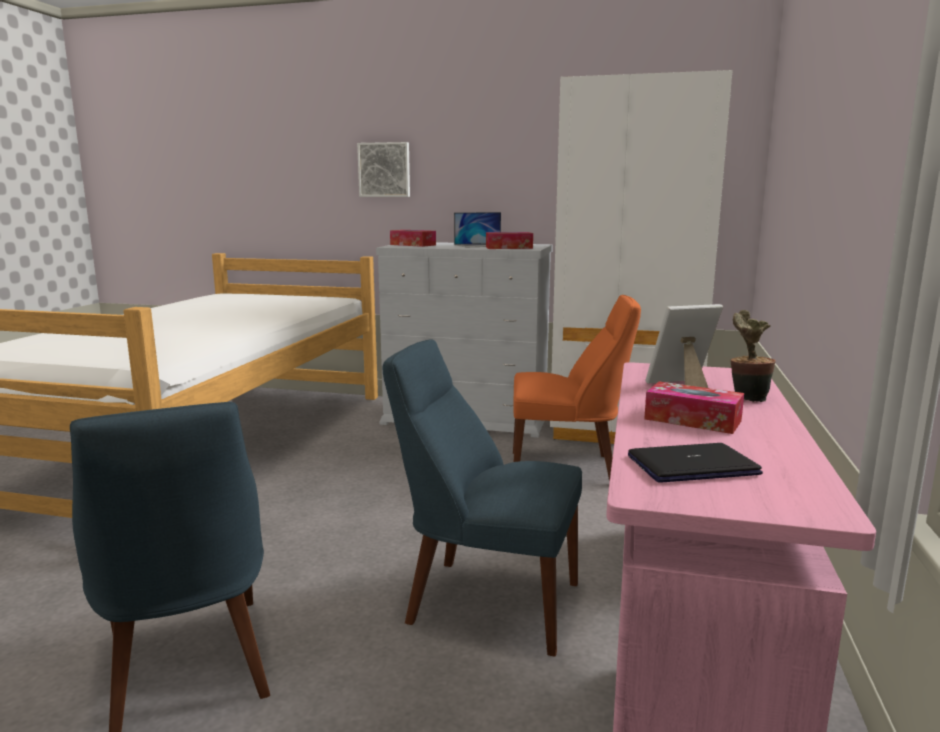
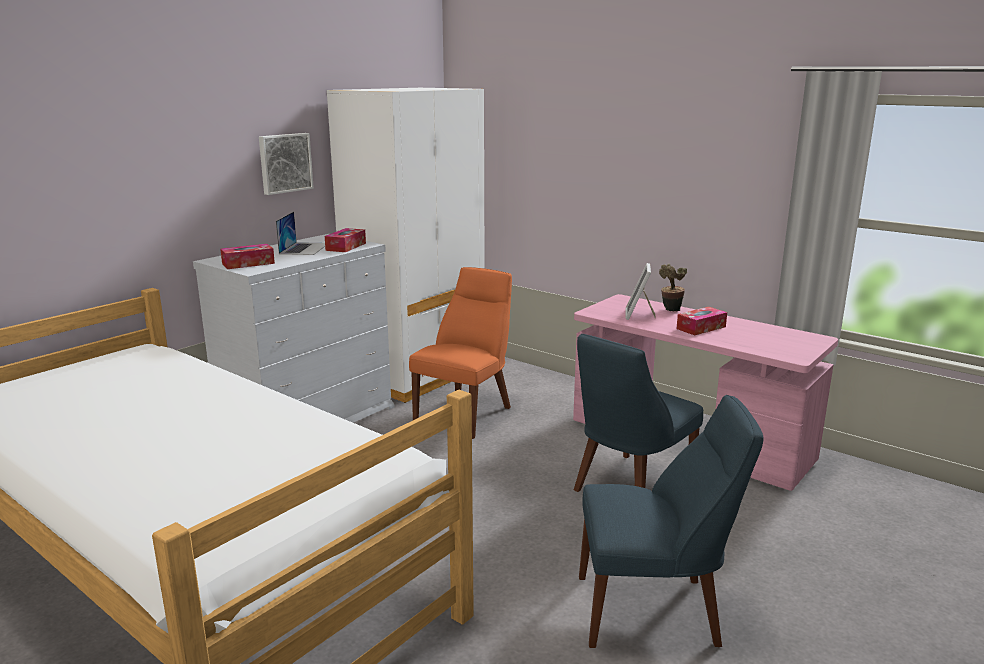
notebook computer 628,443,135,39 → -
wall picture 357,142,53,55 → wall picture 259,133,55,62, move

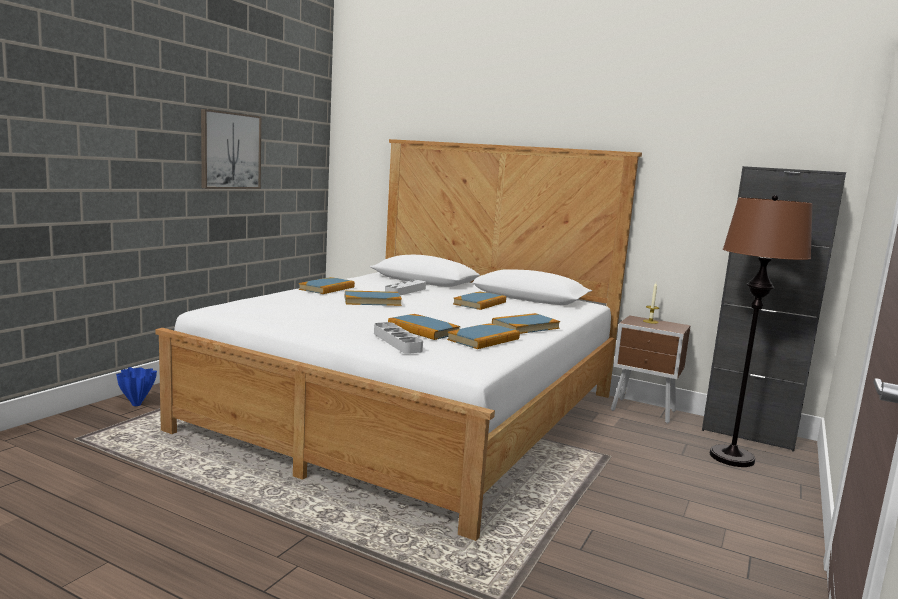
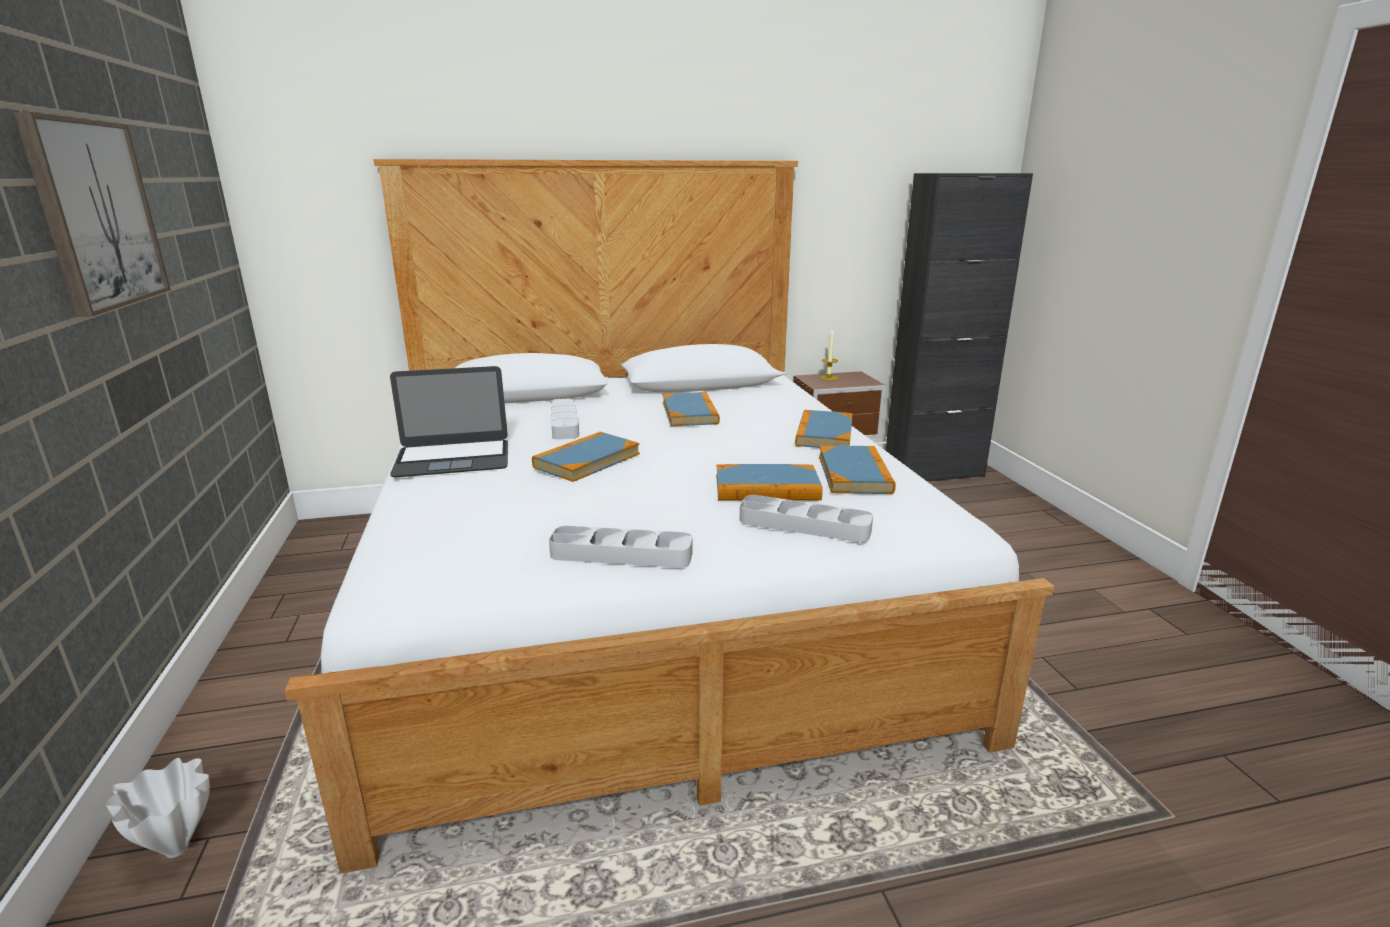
brown-coloured floor lamp 710,195,103,272 → -
- → greyish tray 549,526,144,42
volume 299,277,56,17 → notebook computer 390,366,118,111
blue-coloured decorative vase 116,367,41,39 → whitish decorative vase 105,758,105,100

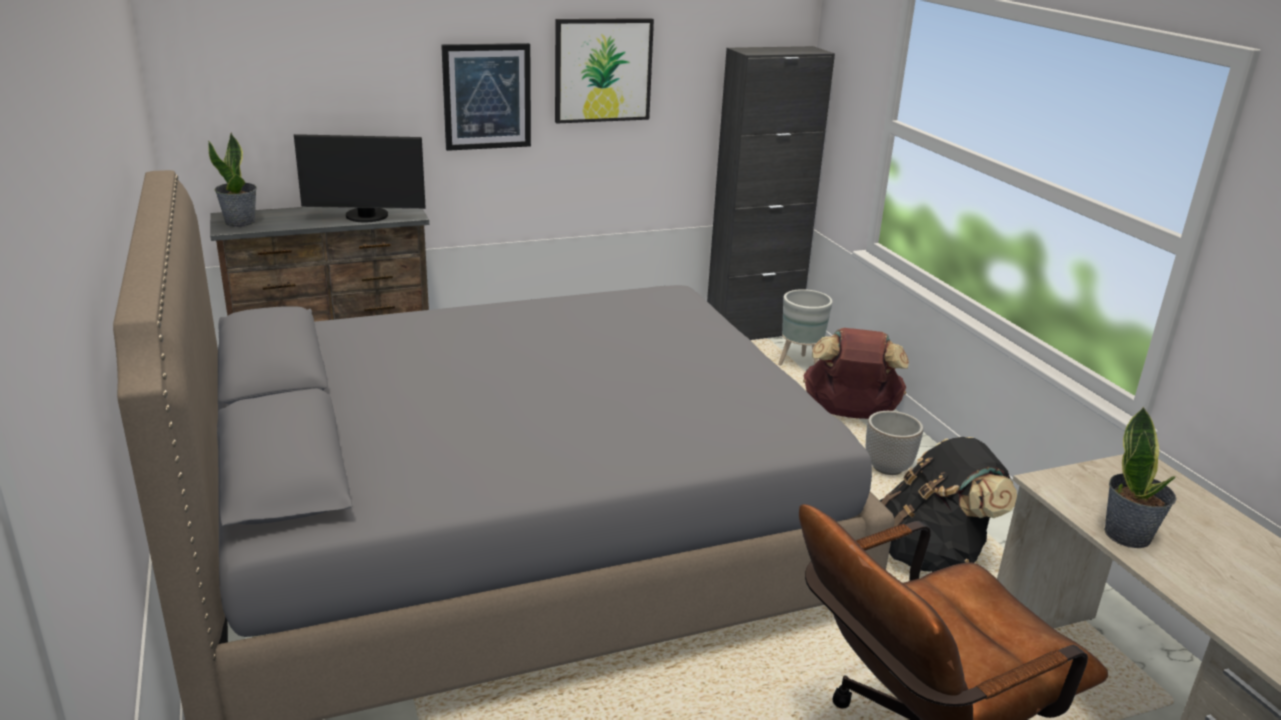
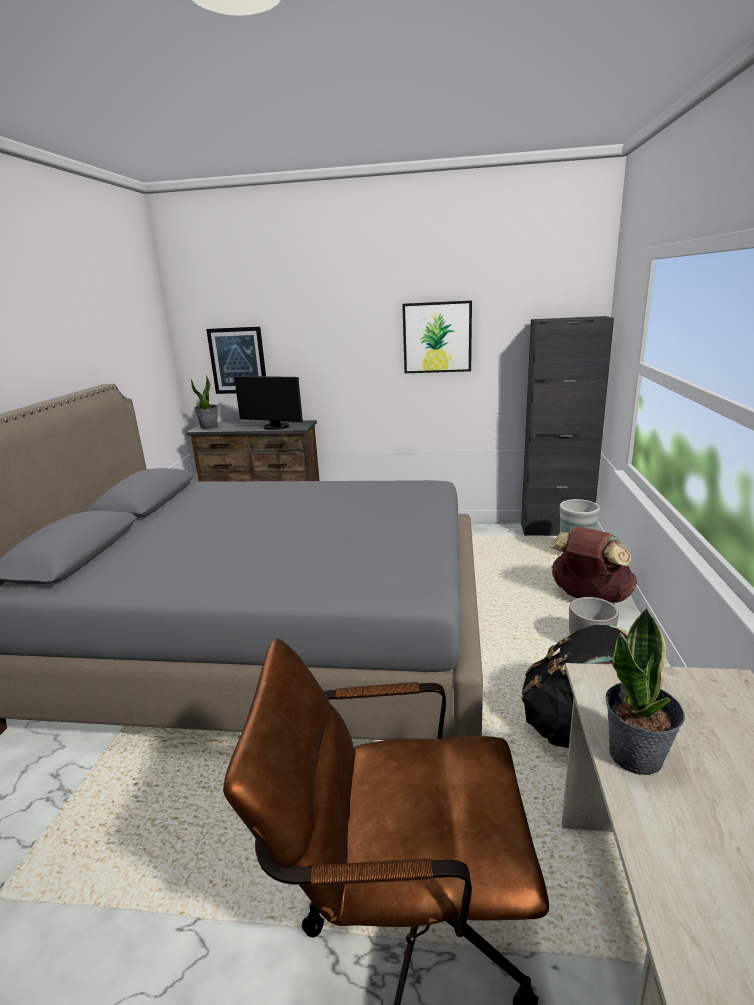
wall picture 441,43,90,108 → wall picture 206,327,60,67, move

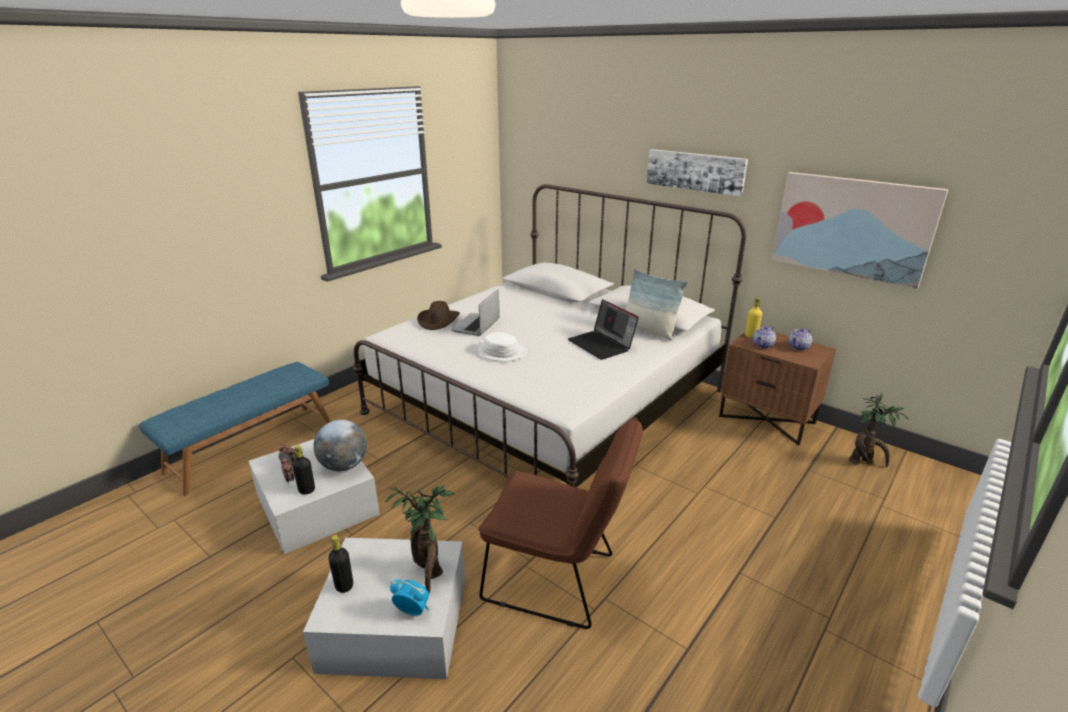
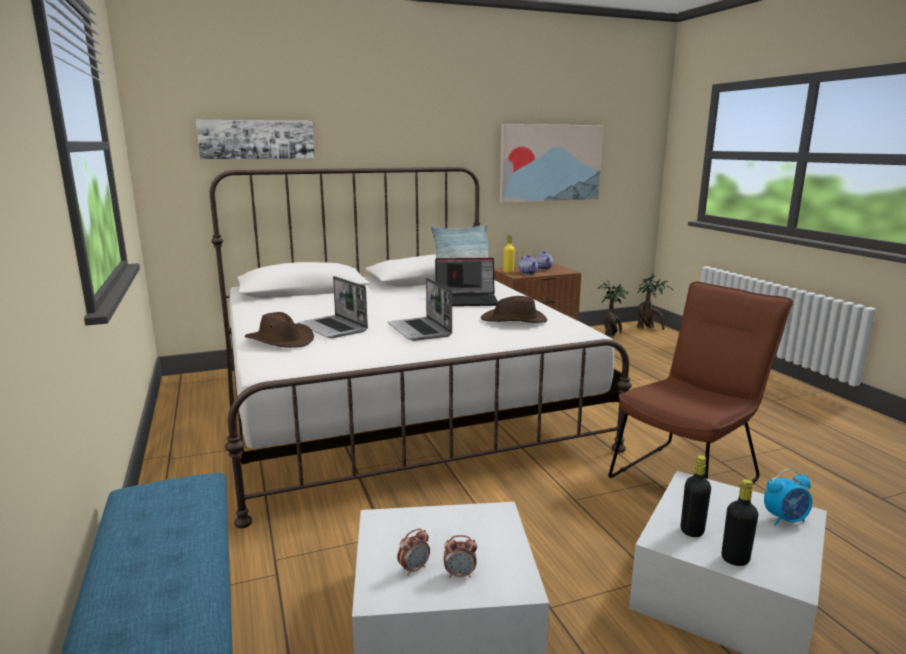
world globe 313,420,54,51 → -
- → brown-coloured hat 481,296,66,27
black-coloured bottle 292,445,23,49 → black-coloured bottle 681,455,30,82, move
houseplant 385,485,70,108 → houseplant 637,274,37,56, move
wall picture 647,149,101,48 → wall picture 196,120,119,39, move
whitish hat 474,332,53,29 → notebook computer 388,278,64,63
bedside clock 390,579,39,37 → bedside clock 764,469,48,57, 150 degrees counterclockwise

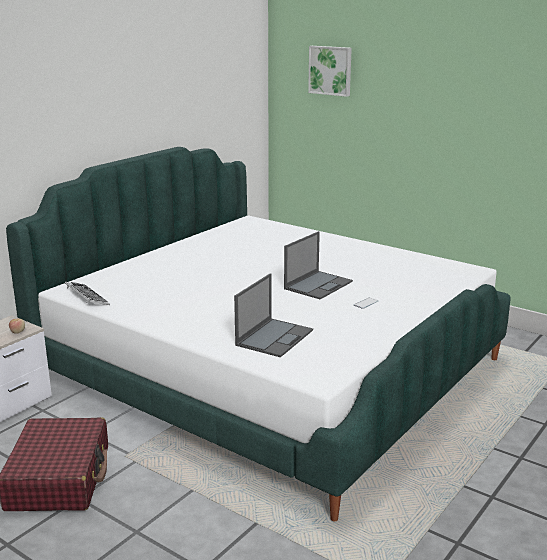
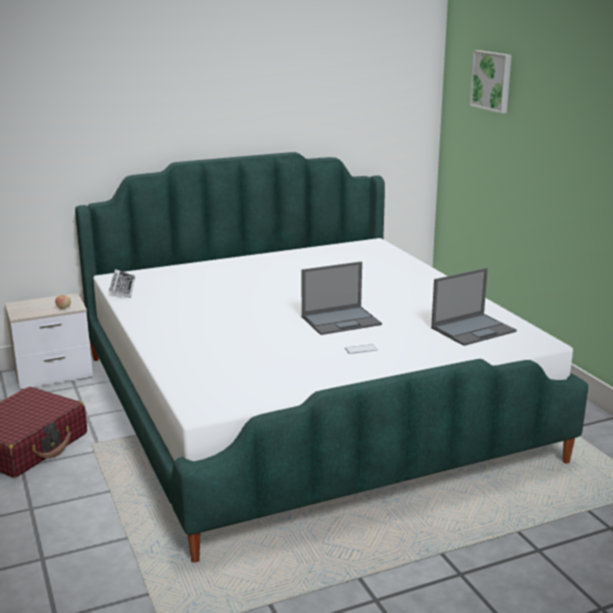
notebook computer 234,273,79,84 → notebook computer 431,268,86,78, move

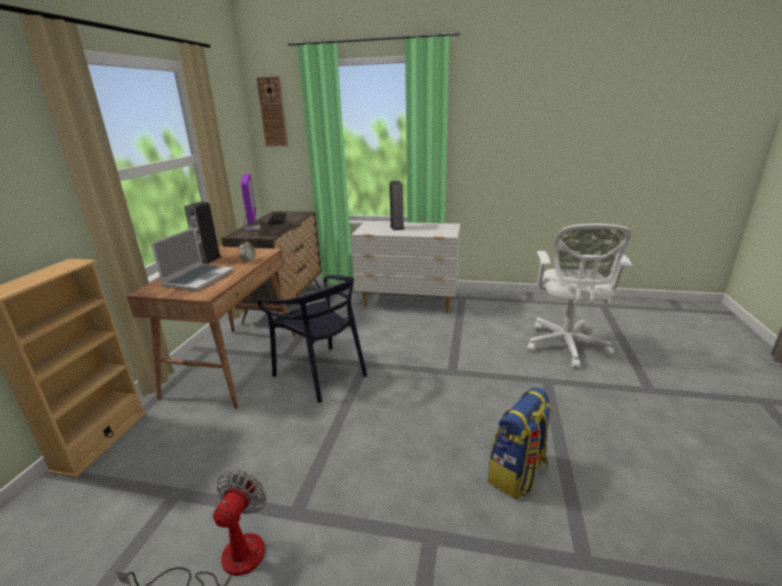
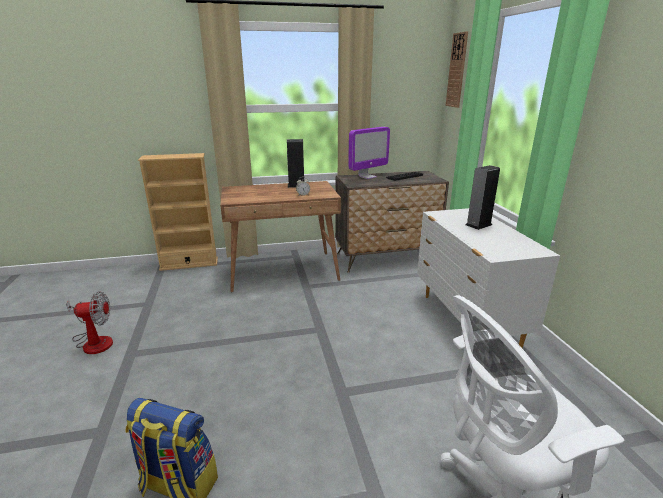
notebook computer 151,227,83,64 → -
black-coloured chair 257,275,110,128 → -

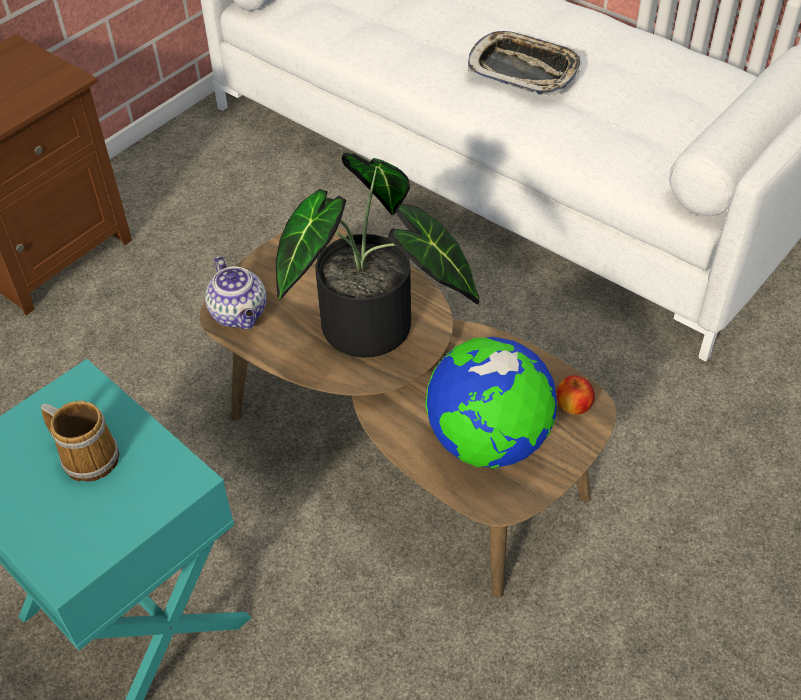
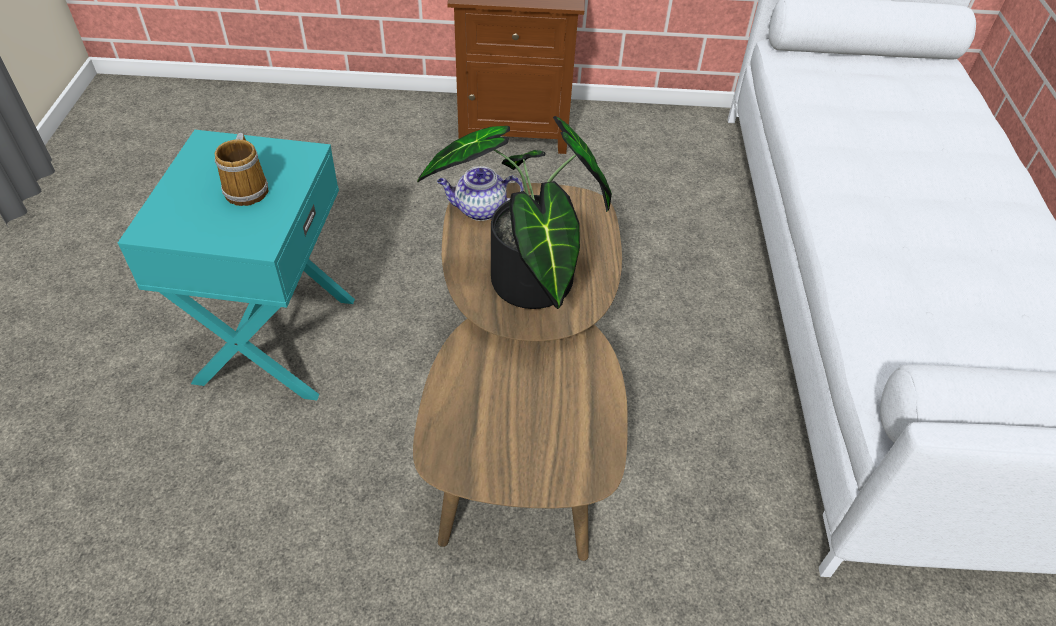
world globe 425,337,132,131 → -
tray 468,31,113,64 → -
apple fruit 556,375,39,40 → -
pot for tea 205,256,61,73 → pot for tea 437,166,87,55, 60 degrees clockwise

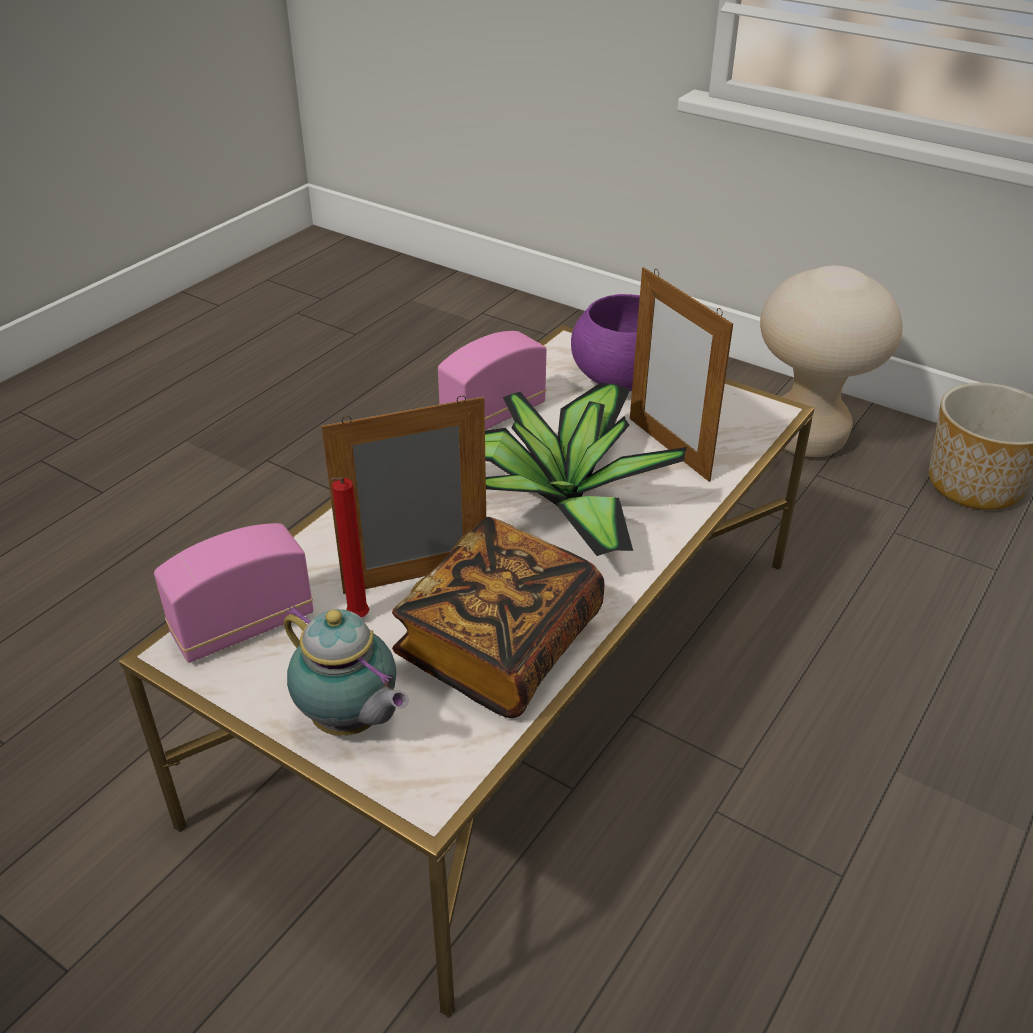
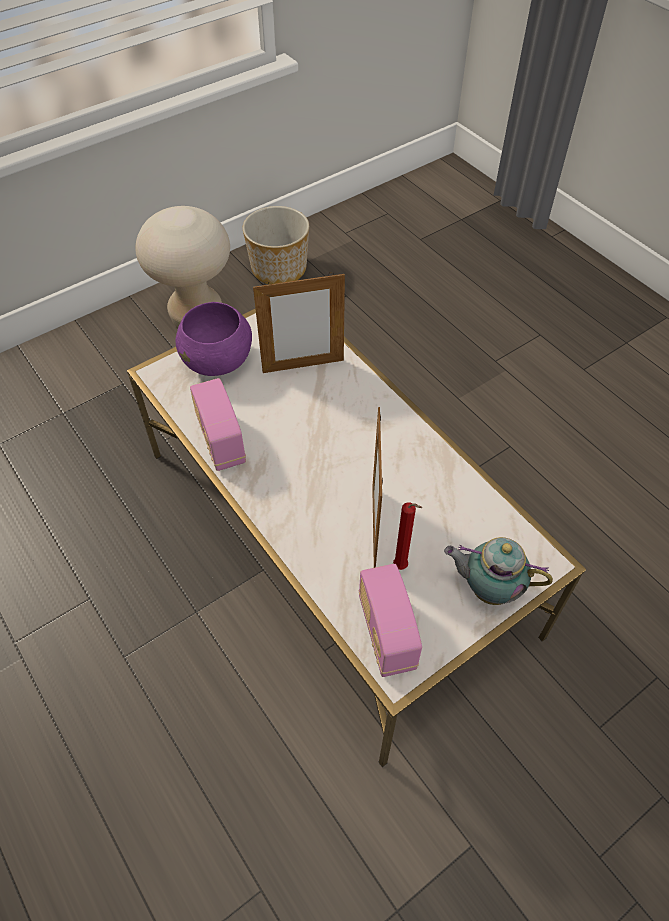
volume 392,517,212,201 → -
houseplant 485,383,202,173 → -
pot for tea 284,606,125,130 → pot for tea 444,537,109,68, 135 degrees counterclockwise

